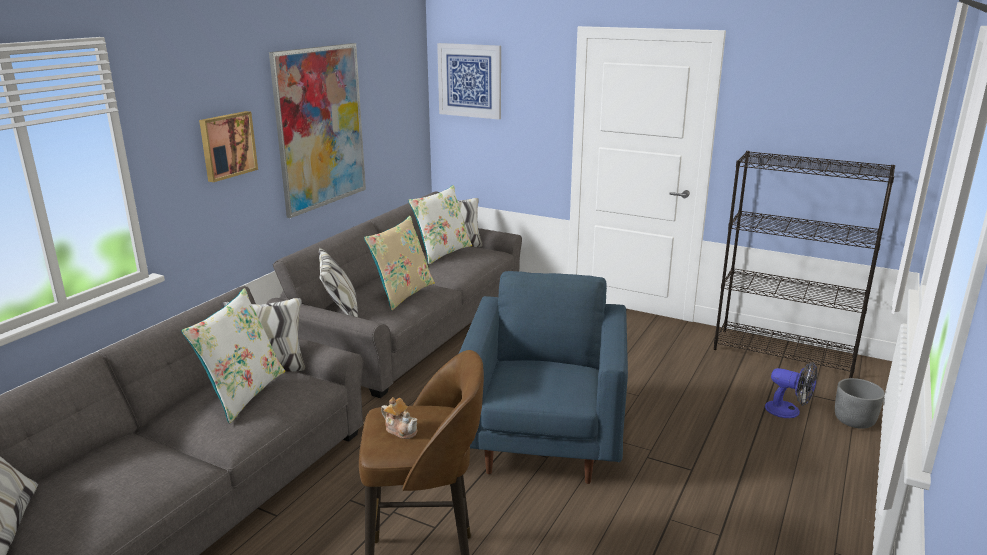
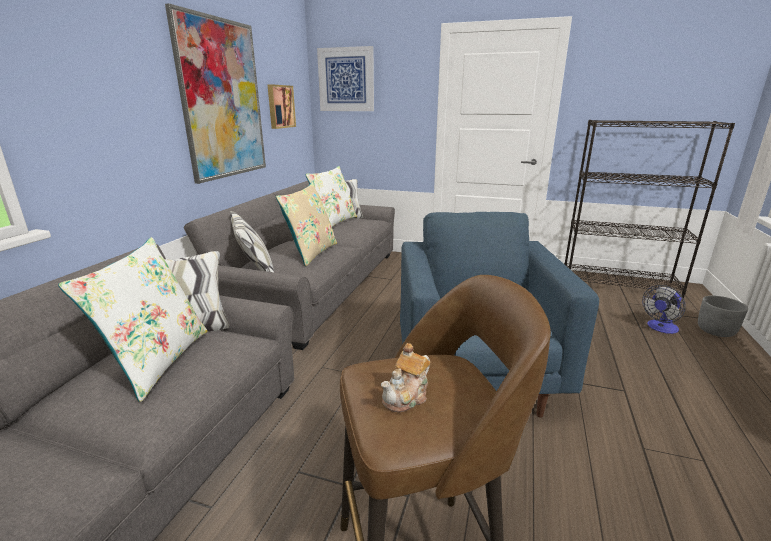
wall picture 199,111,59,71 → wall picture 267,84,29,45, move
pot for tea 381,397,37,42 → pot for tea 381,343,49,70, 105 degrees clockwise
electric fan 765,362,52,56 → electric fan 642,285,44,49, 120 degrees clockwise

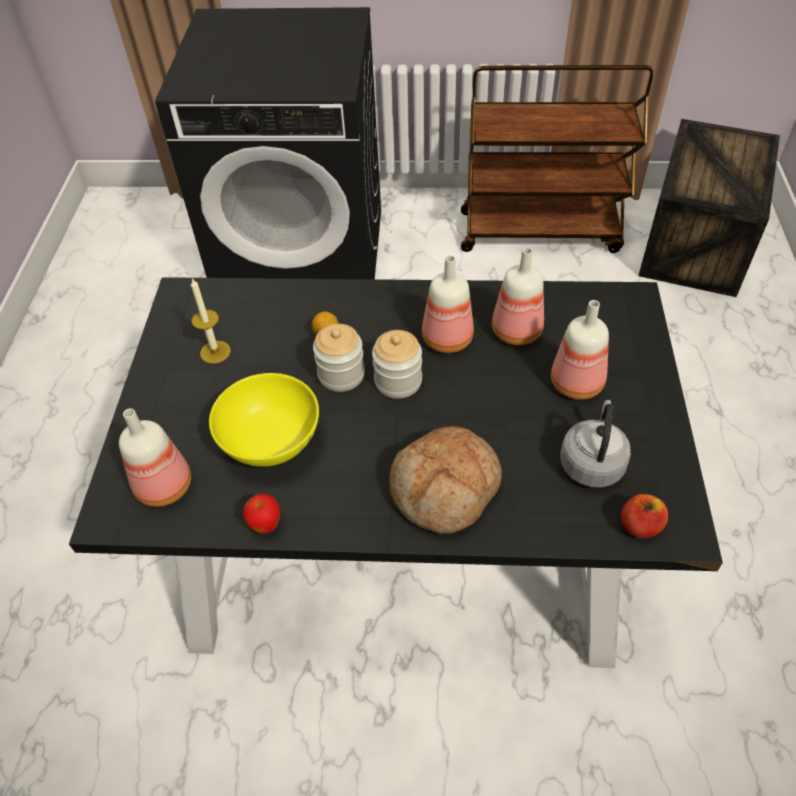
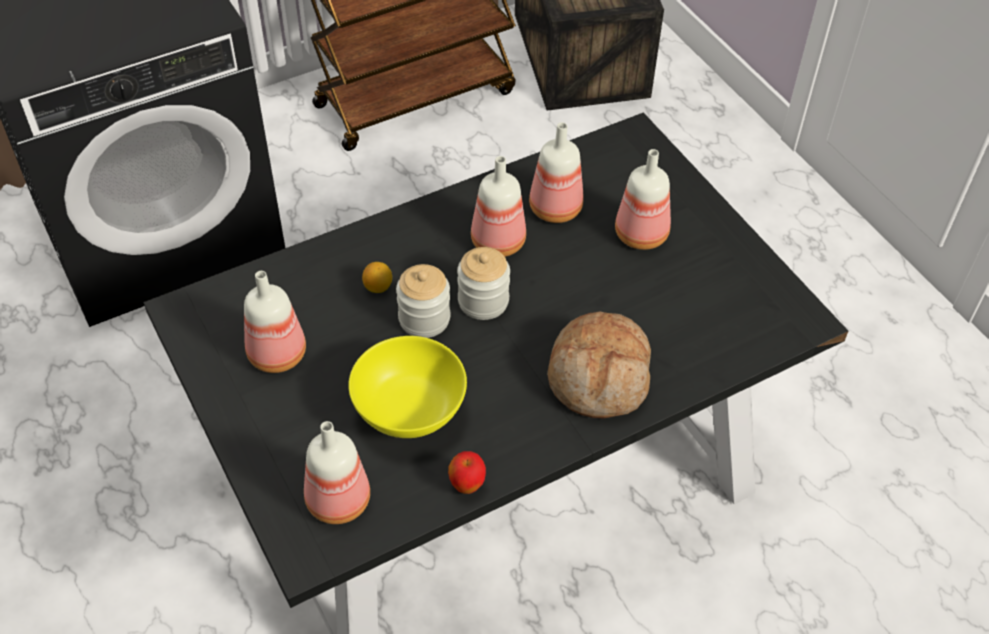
greyish tea kettle 560,400,71,88 → -
apple fruit 621,494,47,44 → -
wax light 191,278,40,86 → bottle 244,271,62,102

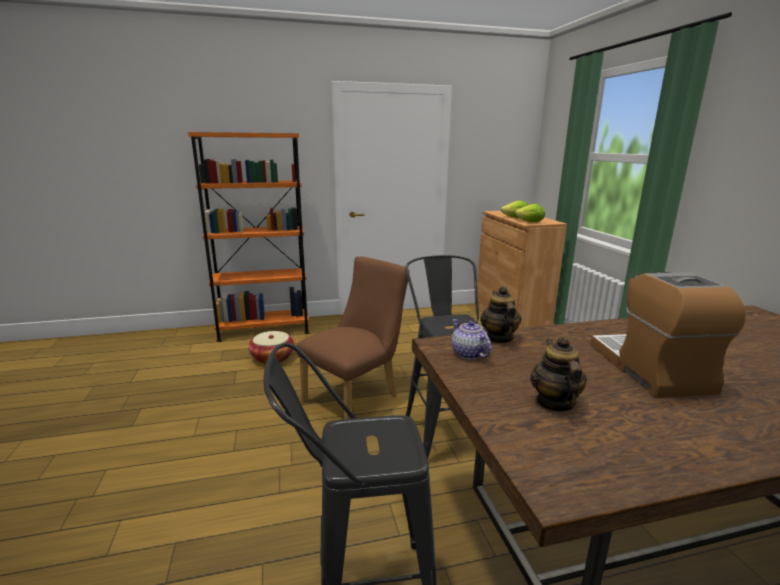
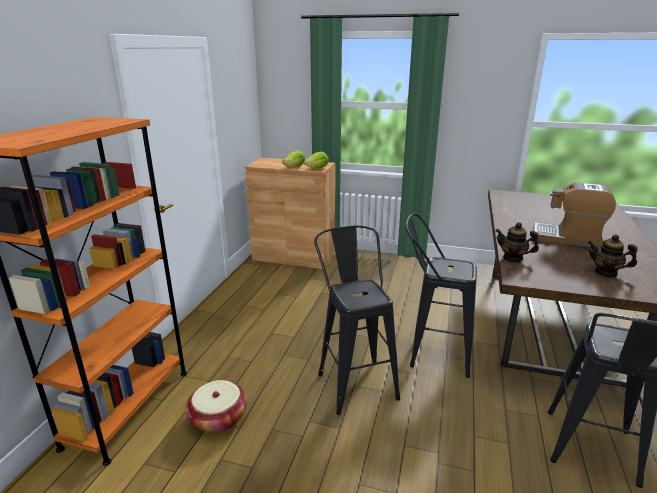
pot for tea 451,319,41,40 → -
brown-coloured chair 297,256,113,163 → black-coloured stool 314,226,86,189

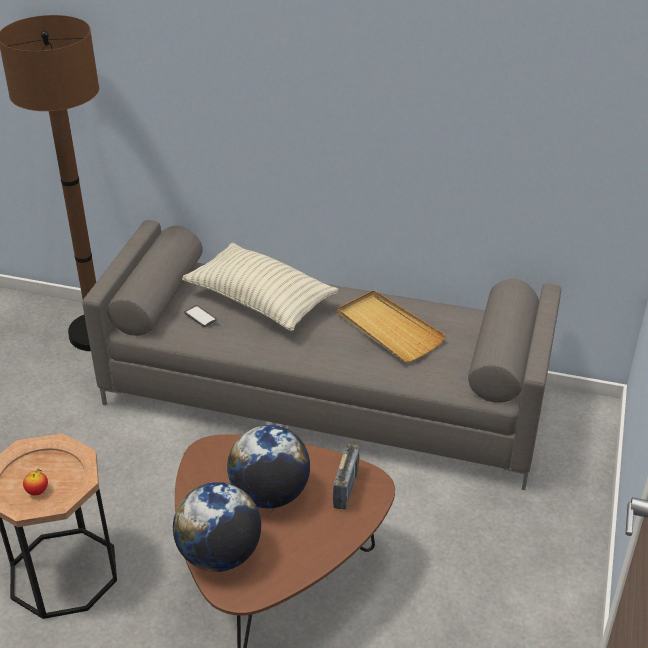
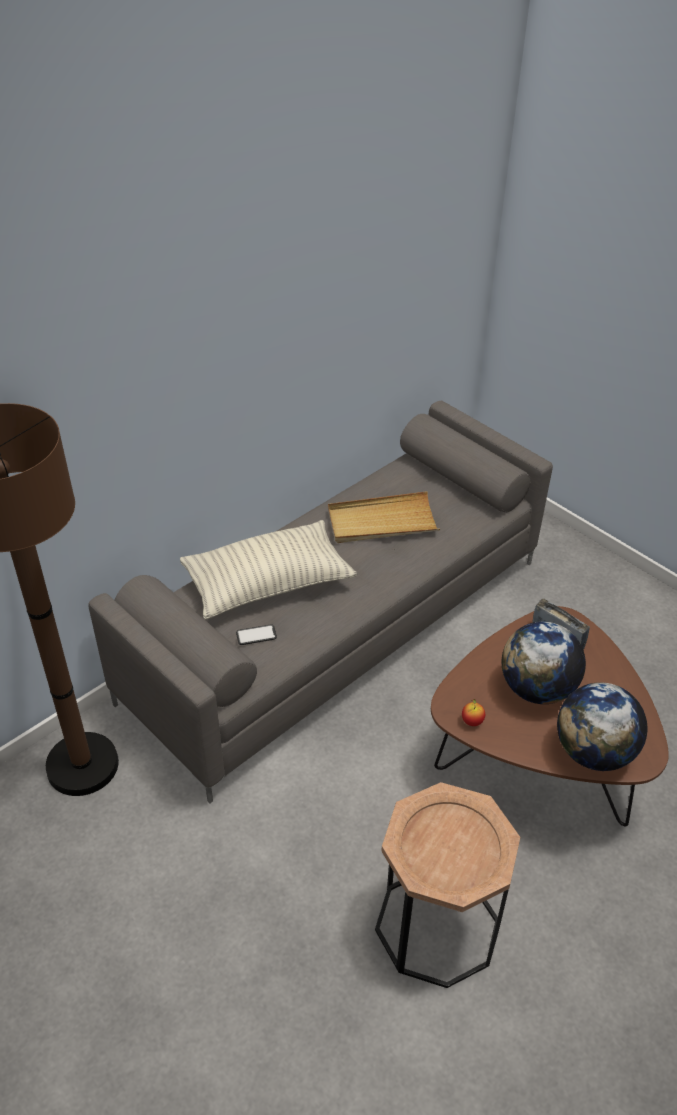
apple fruit 23,469,25,26 → apple fruit 462,699,23,27, move

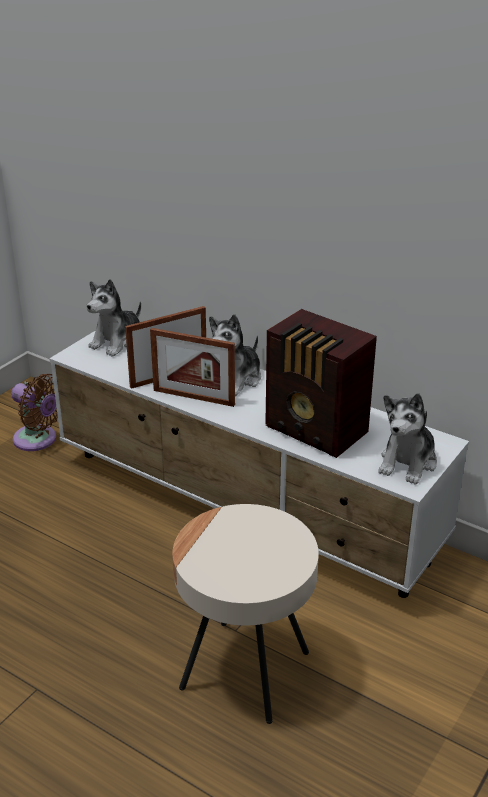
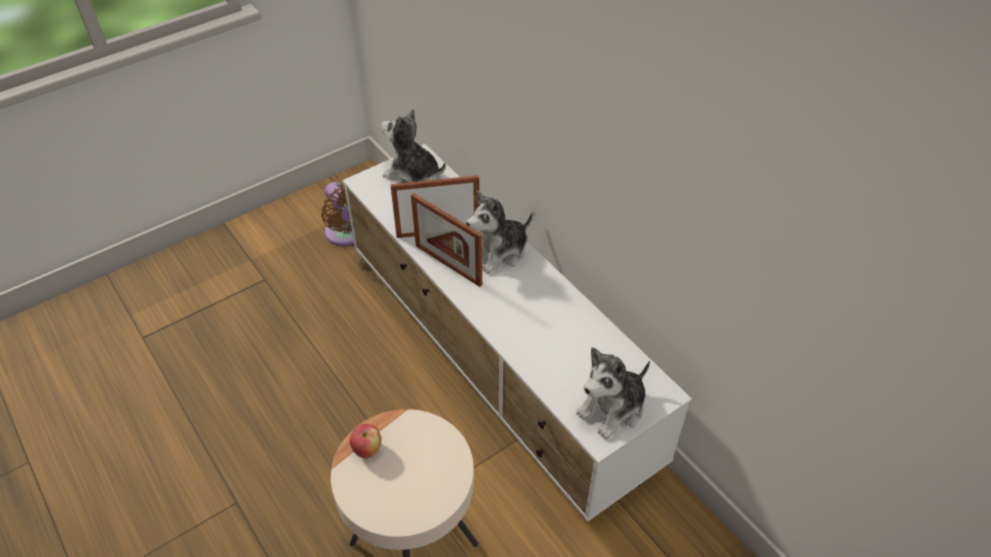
radio 265,309,112,149 → -
- → apple fruit 350,424,31,35
soft toy 87,279,54,78 → soft toy 380,109,66,74, 60 degrees clockwise

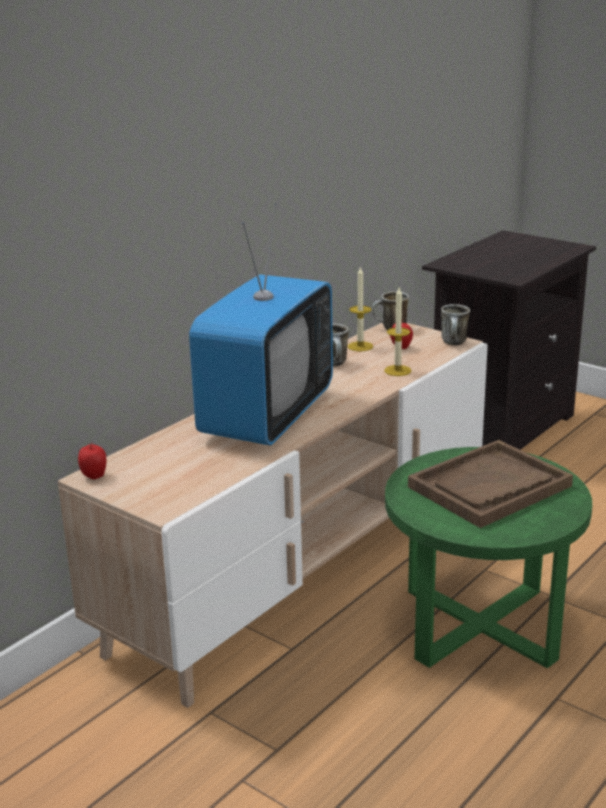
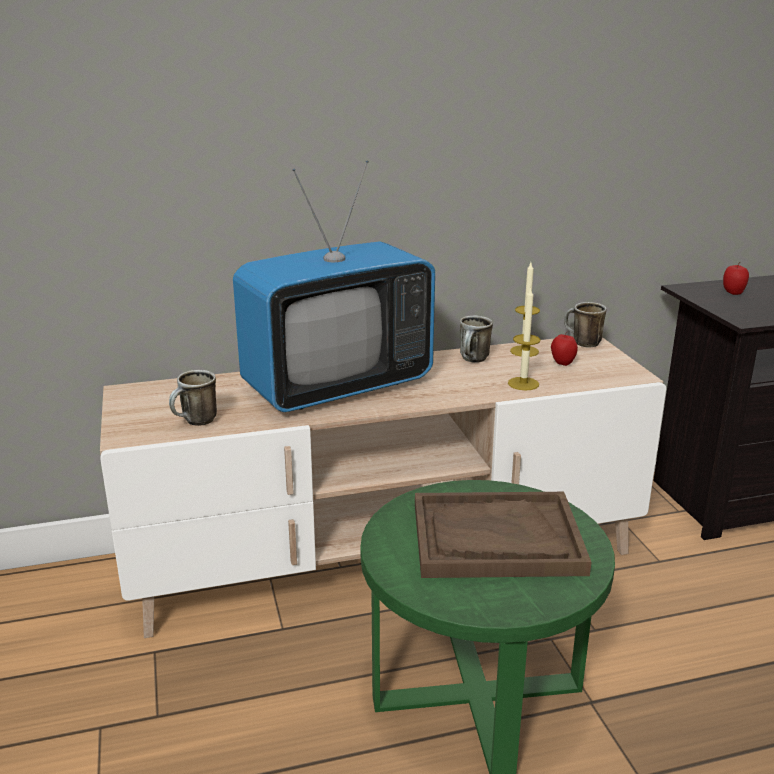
apple fruit 78,443,28,36 → apple fruit 723,262,26,33, move
mug 441,304,29,41 → mug 169,370,48,56, move

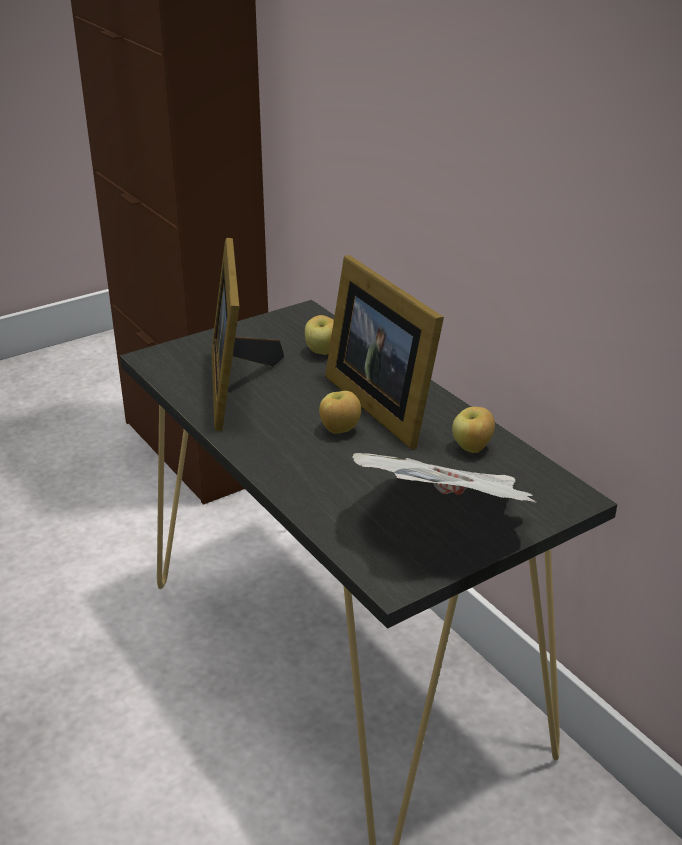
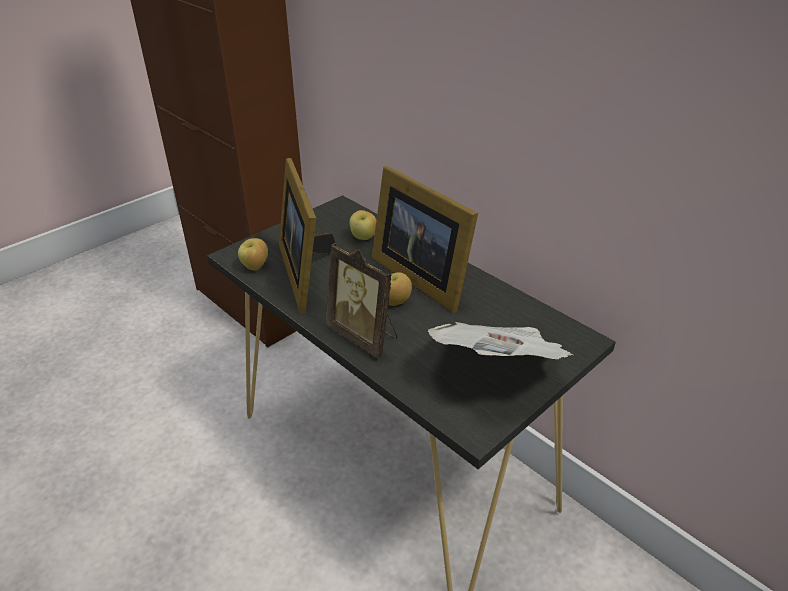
- → picture frame 326,243,71,115
apple fruit 452,407,43,46 → apple fruit 238,238,30,33, move

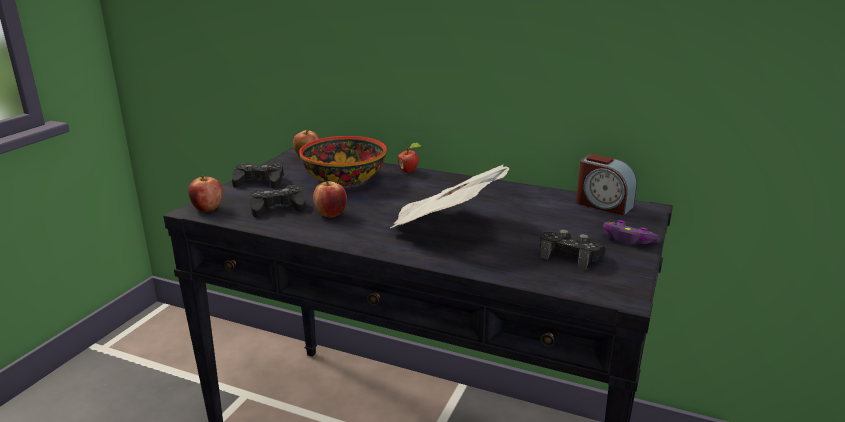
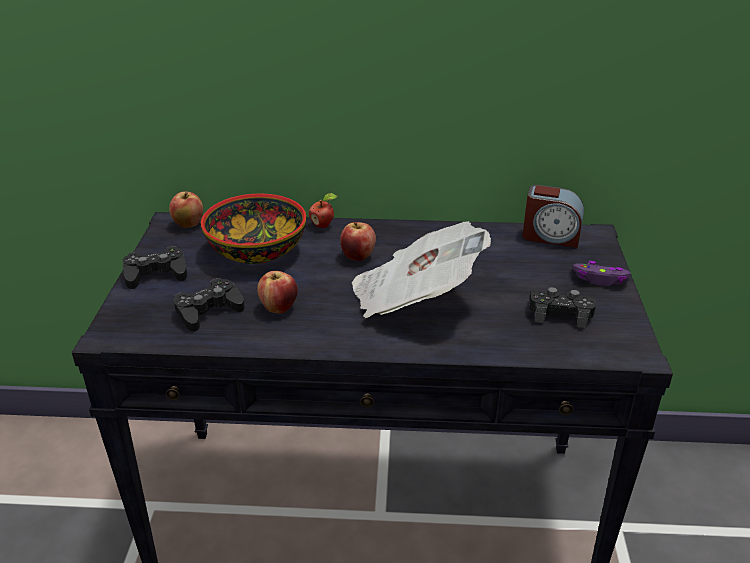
apple fruit 188,176,35,36 → apple fruit 340,222,36,39, move

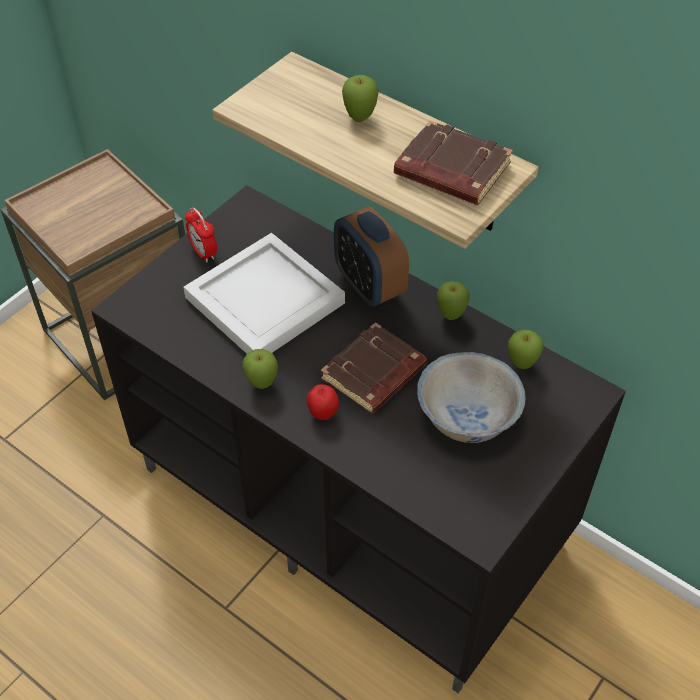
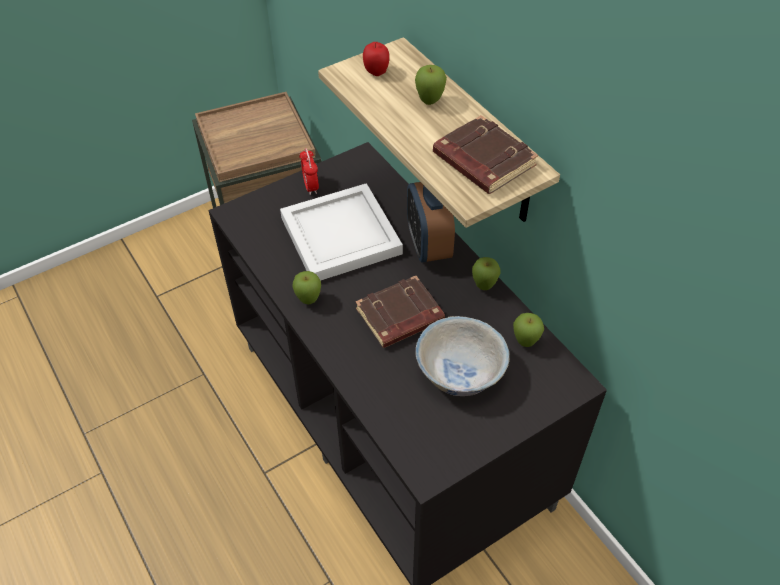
apple fruit 306,384,33,36 → apple fruit 363,41,26,35, move

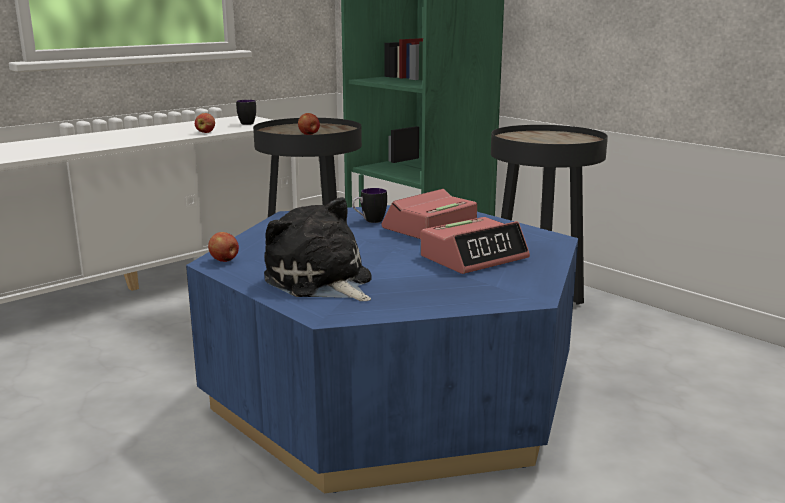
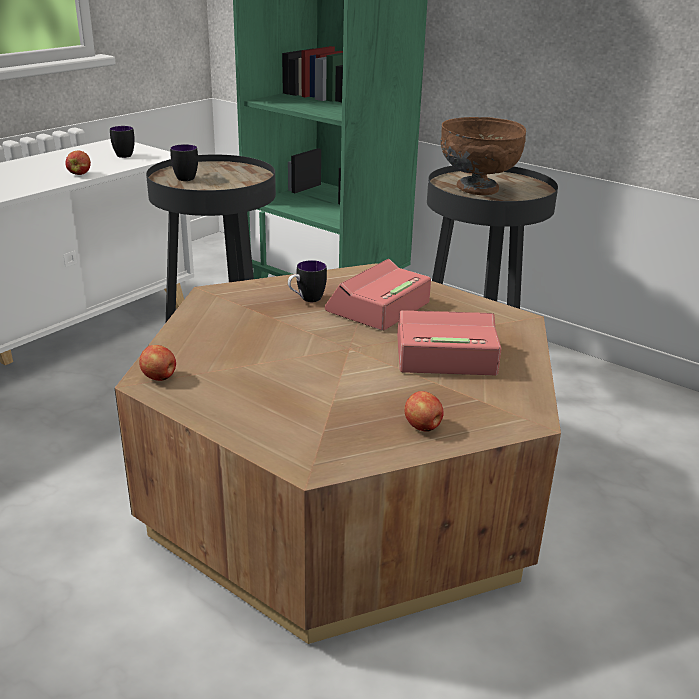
soft toy 264,197,108,104 → -
- → mug 170,144,28,37
- → brown-coloured deep dish 441,117,85,78
apple fruit 298,113,22,22 → apple fruit 404,391,40,40, move
blue-coloured lounge table 186,205,392,288 → brown-coloured lounge table 115,263,446,381
bedside clock 421,217,109,57 → bedside clock 397,310,105,65, 135 degrees counterclockwise

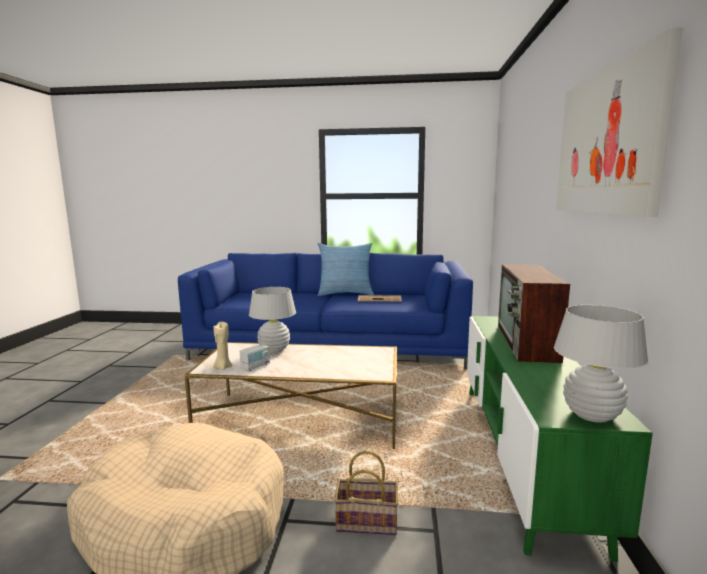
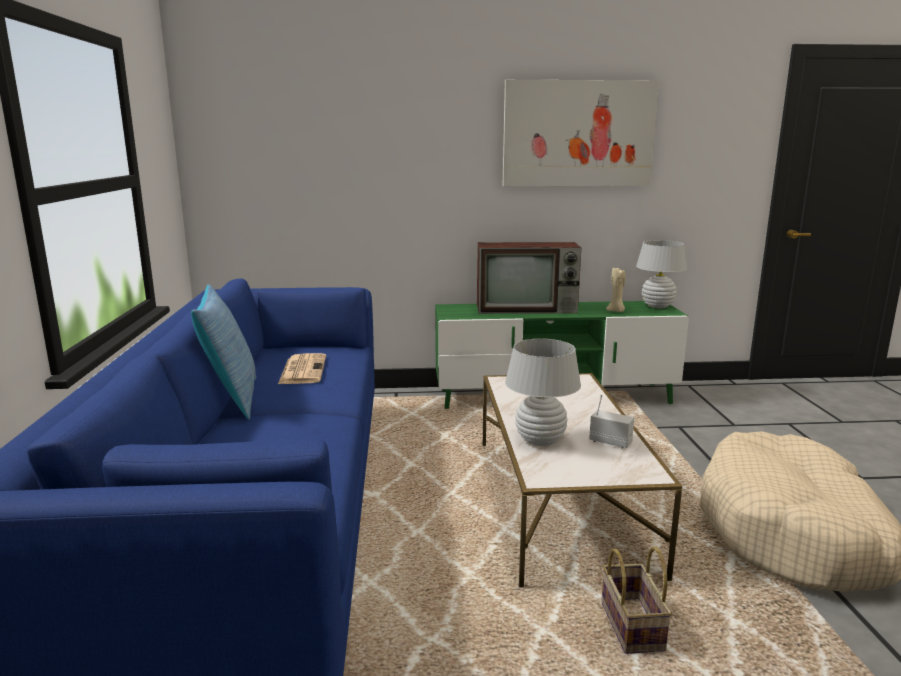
sand-coloured wax light 213,322,19,48 → sand-coloured wax light 606,268,20,44, move
storage basket 334,451,64,84 → storage basket 601,547,71,107, move

